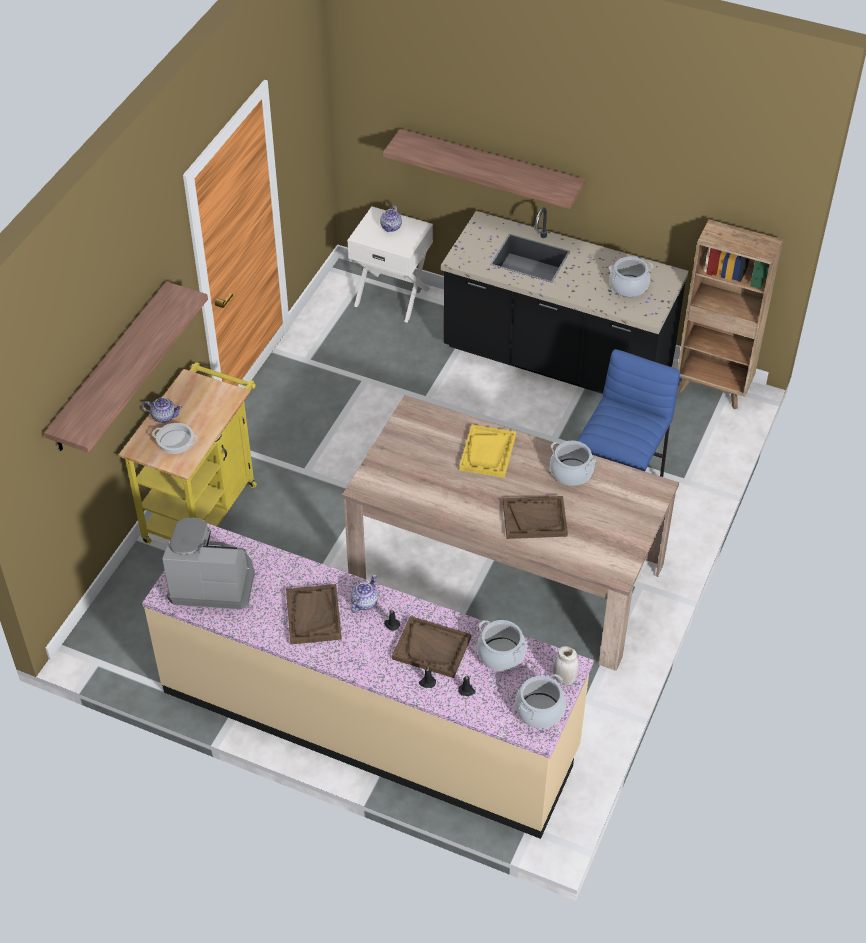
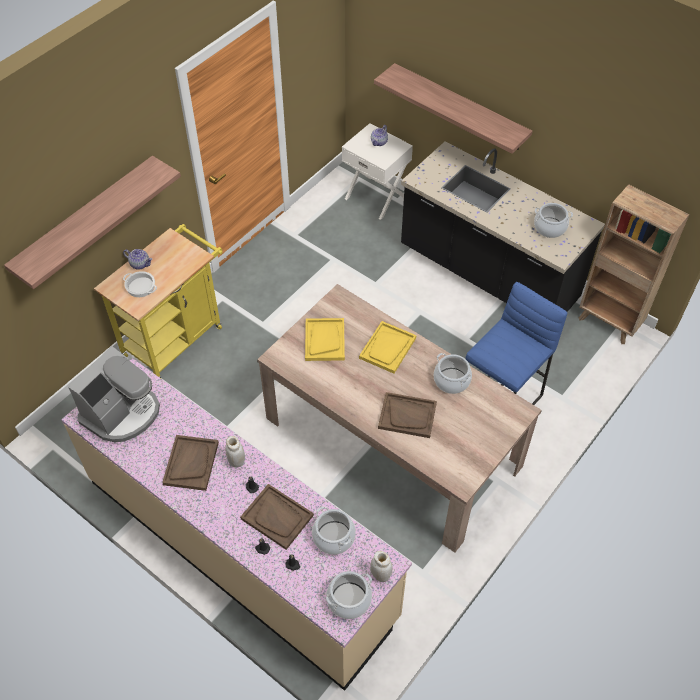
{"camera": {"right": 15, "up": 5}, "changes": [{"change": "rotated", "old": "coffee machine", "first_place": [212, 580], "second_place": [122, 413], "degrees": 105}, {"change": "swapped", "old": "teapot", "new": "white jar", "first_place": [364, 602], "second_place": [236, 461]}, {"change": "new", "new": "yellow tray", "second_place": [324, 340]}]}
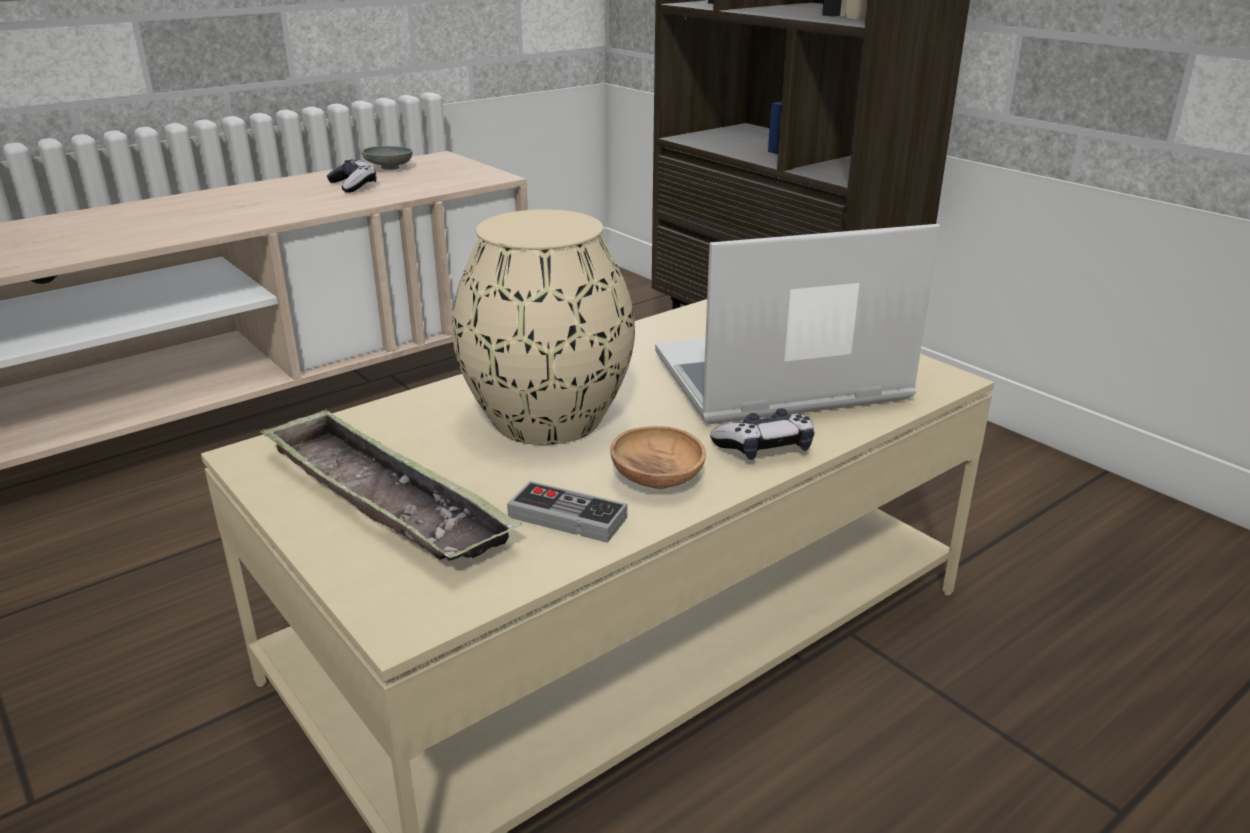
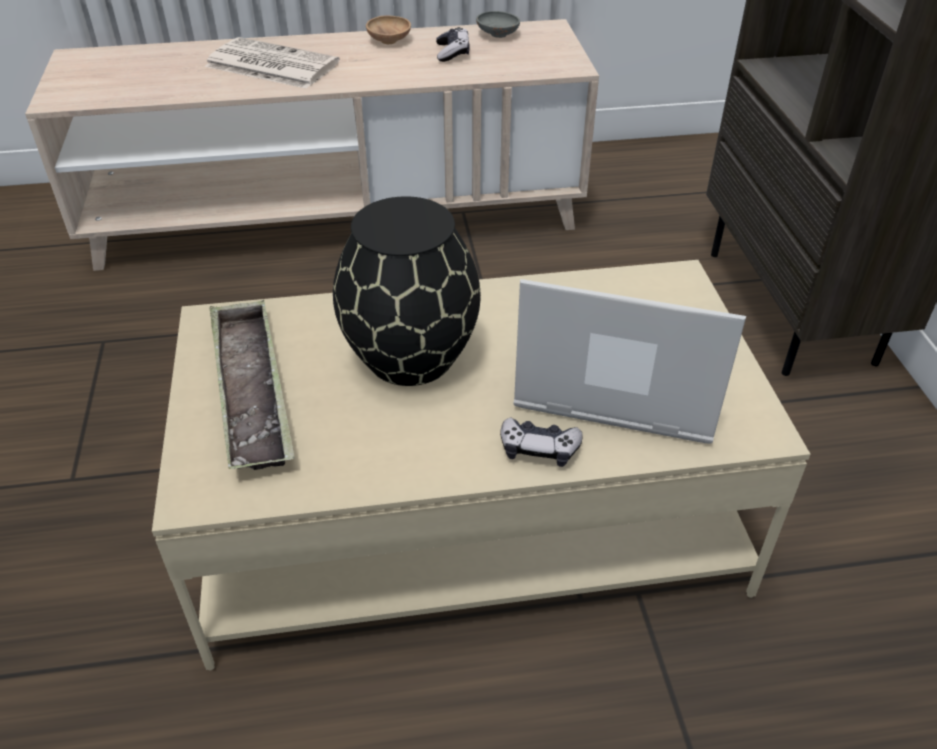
{"camera": {"right": 30, "up": 15}, "changes": [{"change": "new", "new": "newspaper", "second_place": [270, 65]}, {"change": "repainted", "old": "beige vase", "new": "black vase", "first_place": [547, 420], "second_place": [409, 358]}, {"change": "shifted", "old": "brown bowl", "first_place": [657, 479], "second_place": [389, 40]}, {"change": "gone", "old": "game controller", "first_place": [567, 517]}]}
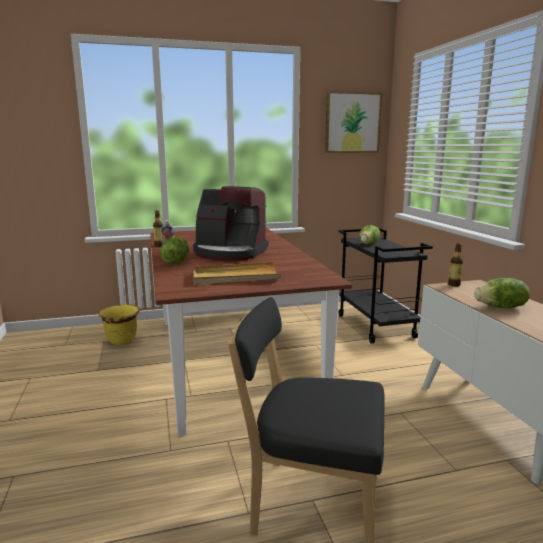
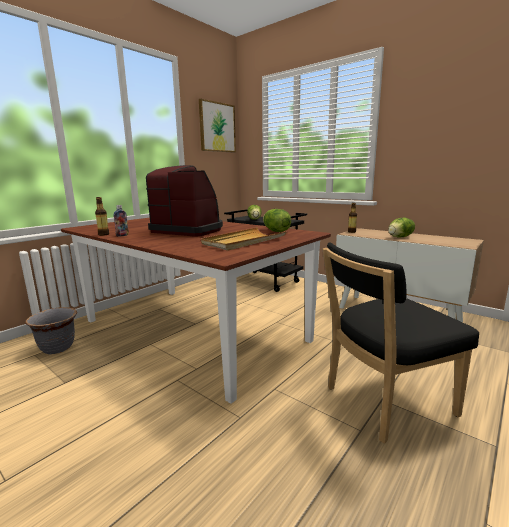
{"camera": {"right": -35, "up": 0}, "changes": [{"change": "repainted", "old": "yellow planter", "new": "grey planter", "first_place": [122, 340], "second_place": [58, 348]}, {"change": "rotated", "old": "coffee machine", "first_place": [230, 253], "second_place": [189, 230], "degrees": -135}, {"change": "shifted", "old": "lettuce", "first_place": [175, 262], "second_place": [275, 231]}]}
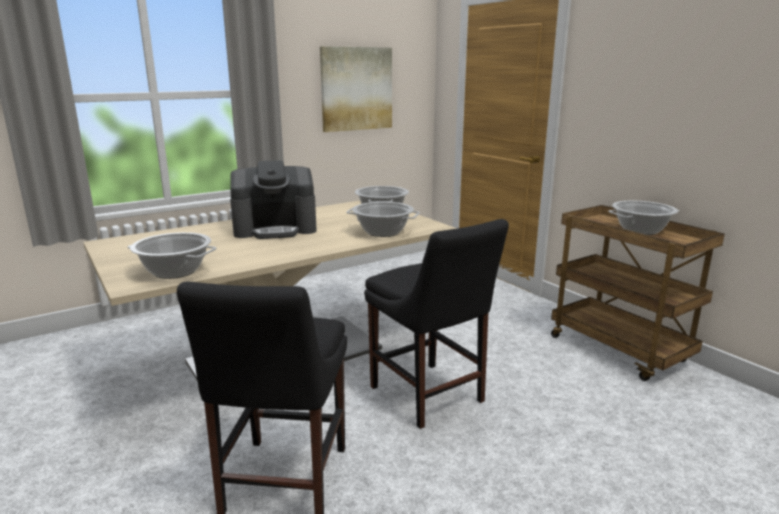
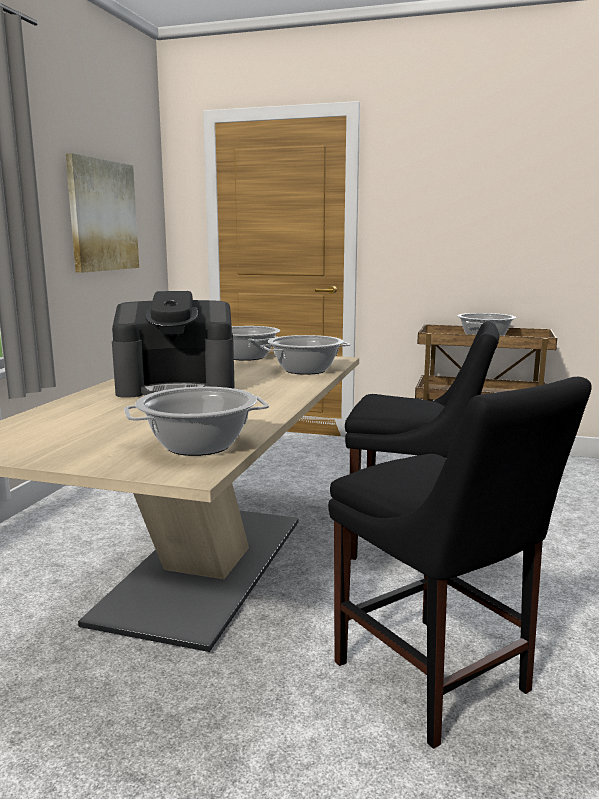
{"camera": {"right": -40, "up": -5}, "changes": [{"change": "rotated", "old": "coffee machine", "first_place": [275, 229], "second_place": [177, 387], "degrees": 45}]}
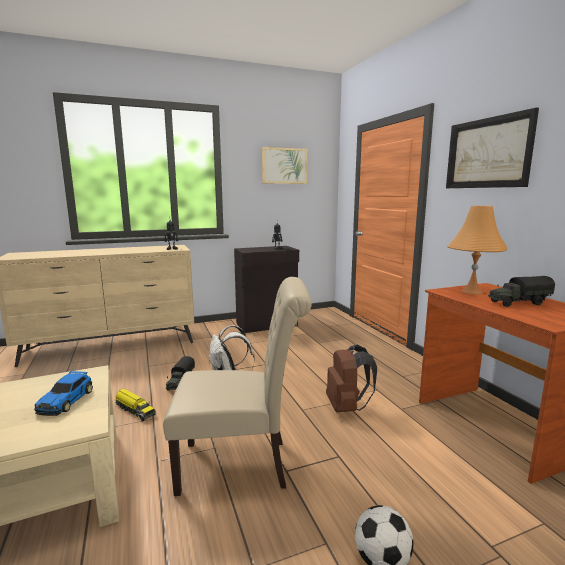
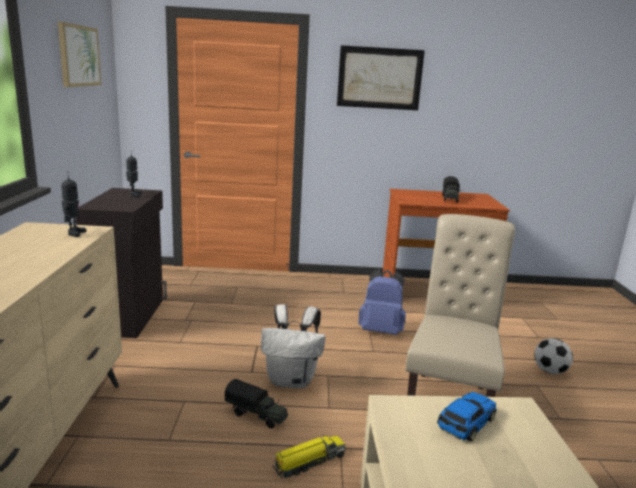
{"camera": {"right": -70, "up": 5}, "changes": [{"change": "repainted", "old": "brown backpack", "new": "blue backpack", "first_place": [347, 407], "second_place": [381, 330]}, {"change": "rotated", "old": "toy car", "first_place": [67, 400], "second_place": [465, 423], "degrees": -75}, {"change": "gone", "old": "orange table lamp", "first_place": [471, 291]}]}
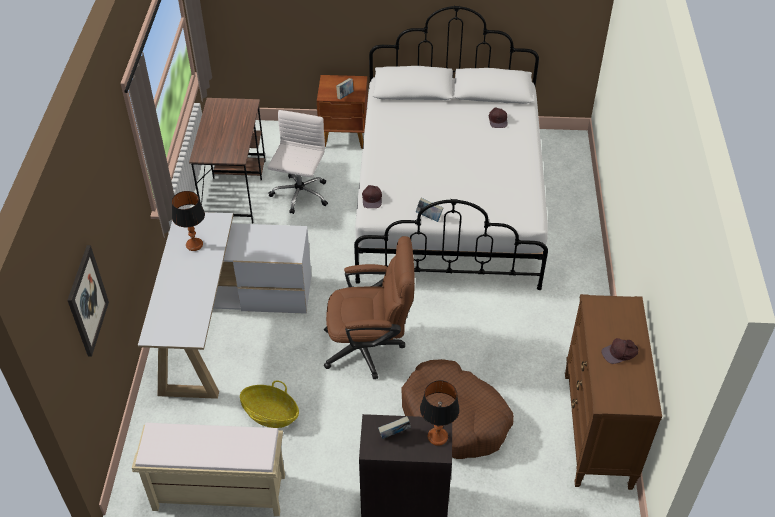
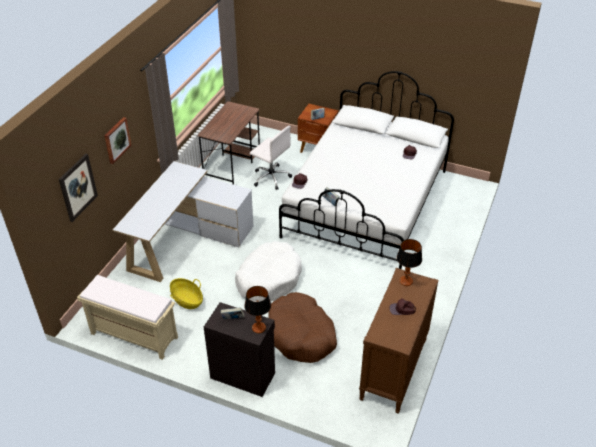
{"camera": {"right": 20, "up": -5}, "changes": [{"change": "new", "new": "picture", "second_place": [116, 140]}, {"change": "swapped", "old": "brown office chair", "new": "white dog bed", "first_place": [370, 348], "second_place": [269, 278]}, {"change": "rotated", "old": "white office chair", "first_place": [299, 195], "second_place": [271, 177], "degrees": 90}, {"change": "shifted", "old": "table lamp", "first_place": [194, 244], "second_place": [406, 281]}]}
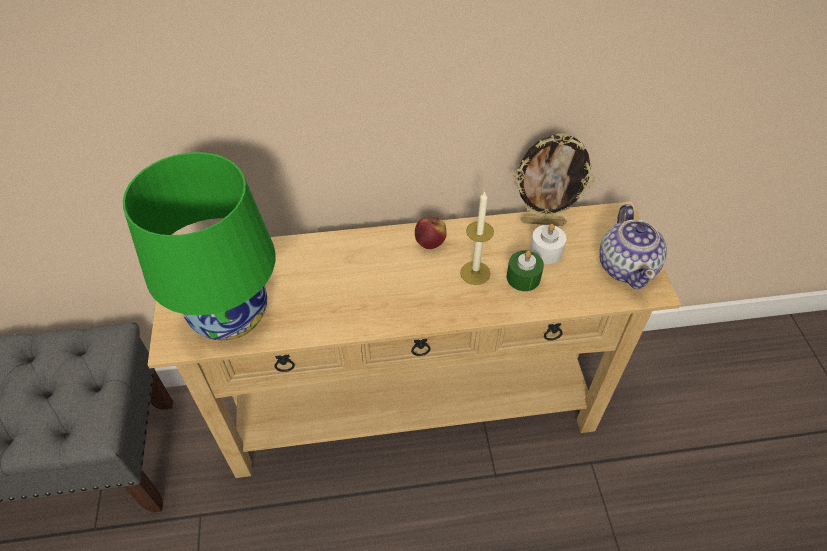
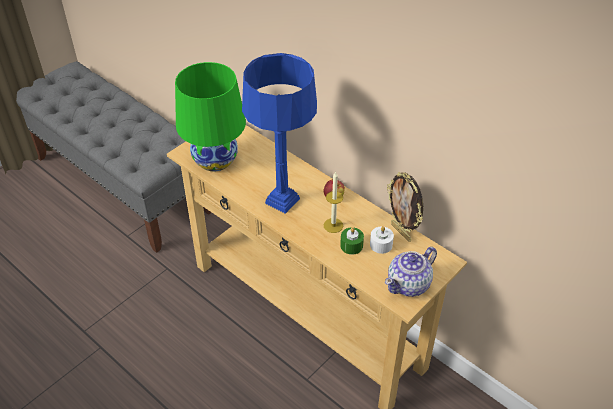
{"camera": {"right": 50, "up": -5}, "changes": [{"change": "new", "new": "blue table lamp", "second_place": [282, 200]}]}
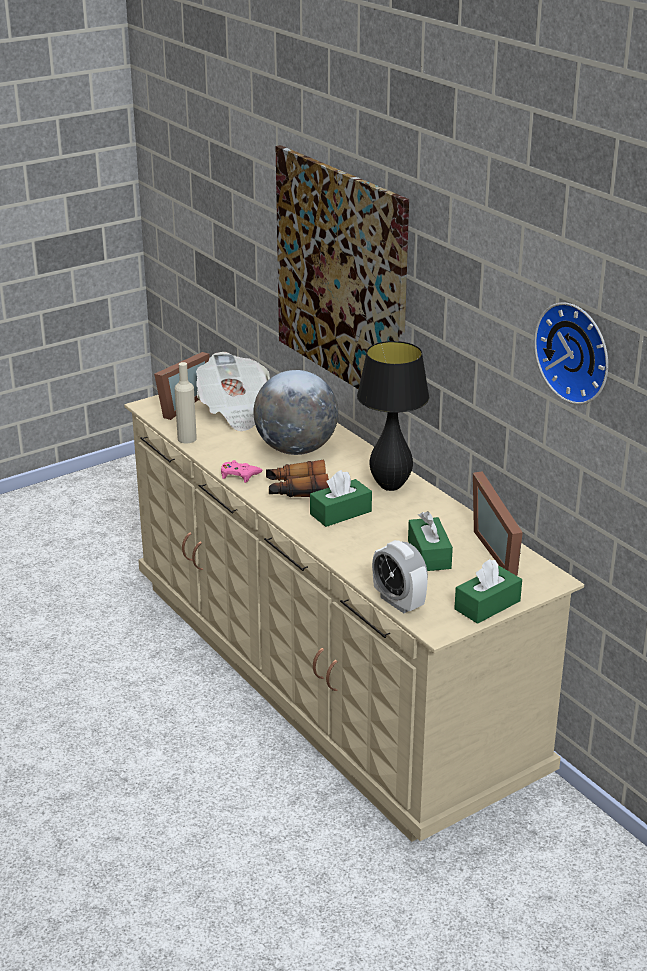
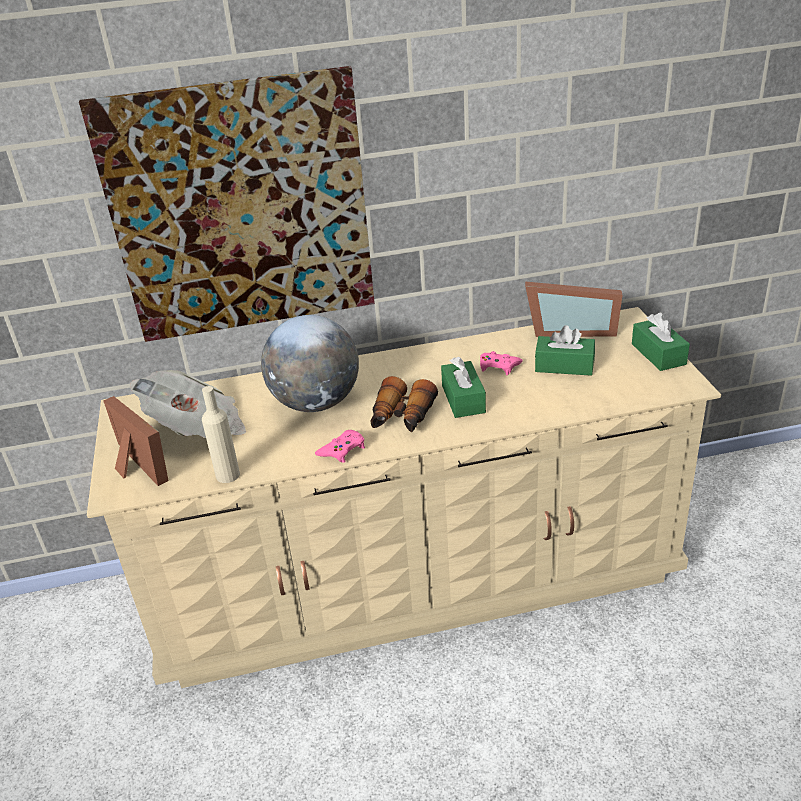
{"camera": {"right": -65, "up": 5}, "changes": [{"change": "new", "new": "pink game controller", "second_place": [498, 366]}, {"change": "gone", "old": "black table lamp", "first_place": [390, 486]}, {"change": "gone", "old": "alarm clock", "first_place": [398, 602]}, {"change": "gone", "old": "wall clock", "first_place": [576, 351]}]}
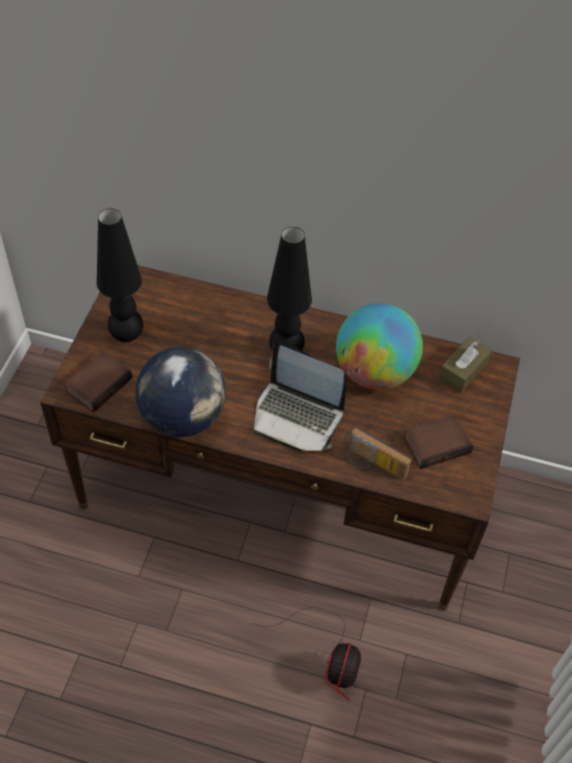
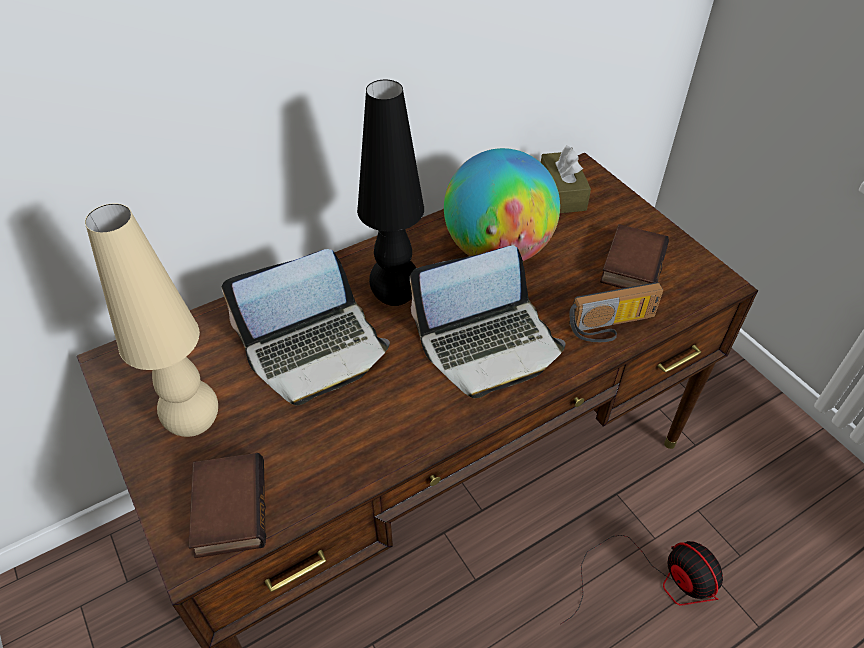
{"camera": {"right": -45, "up": -5}, "changes": [{"change": "repainted", "old": "black table lamp", "new": "beige table lamp", "first_place": [126, 335], "second_place": [194, 424]}, {"change": "new", "new": "laptop", "second_place": [315, 350]}, {"change": "gone", "old": "globe", "first_place": [183, 417]}]}
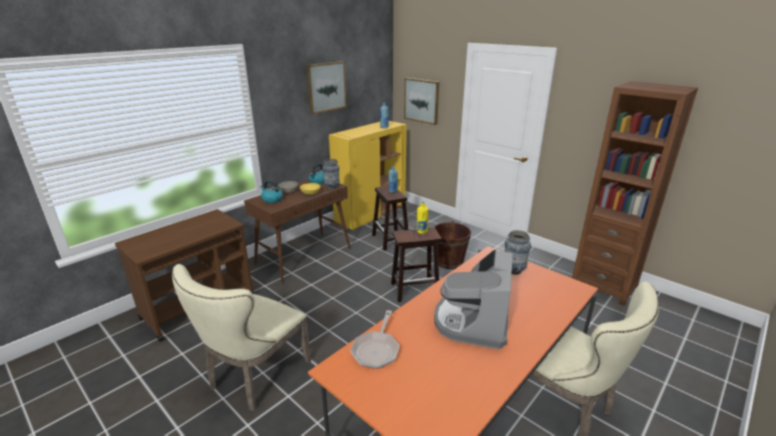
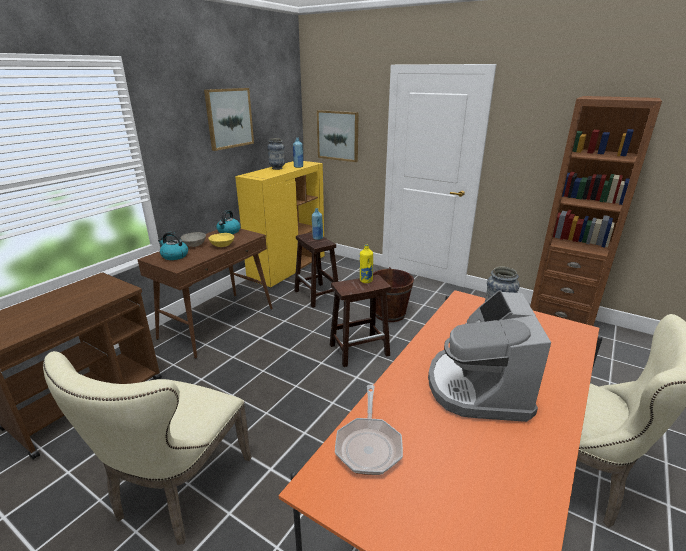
{"camera": {"right": -10, "up": 0}, "changes": [{"change": "shifted", "old": "vase", "first_place": [332, 187], "second_place": [277, 168]}]}
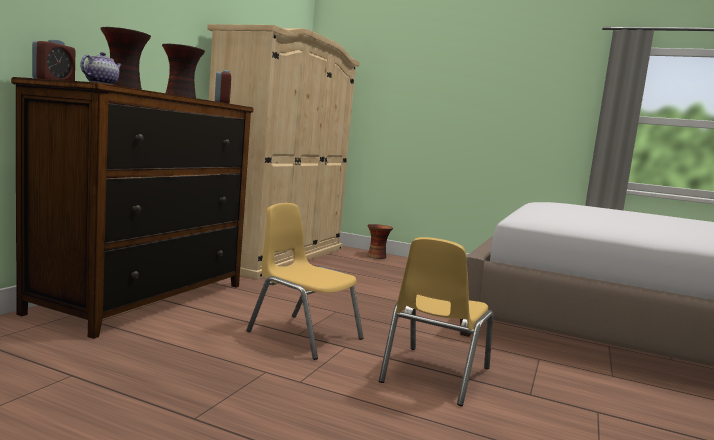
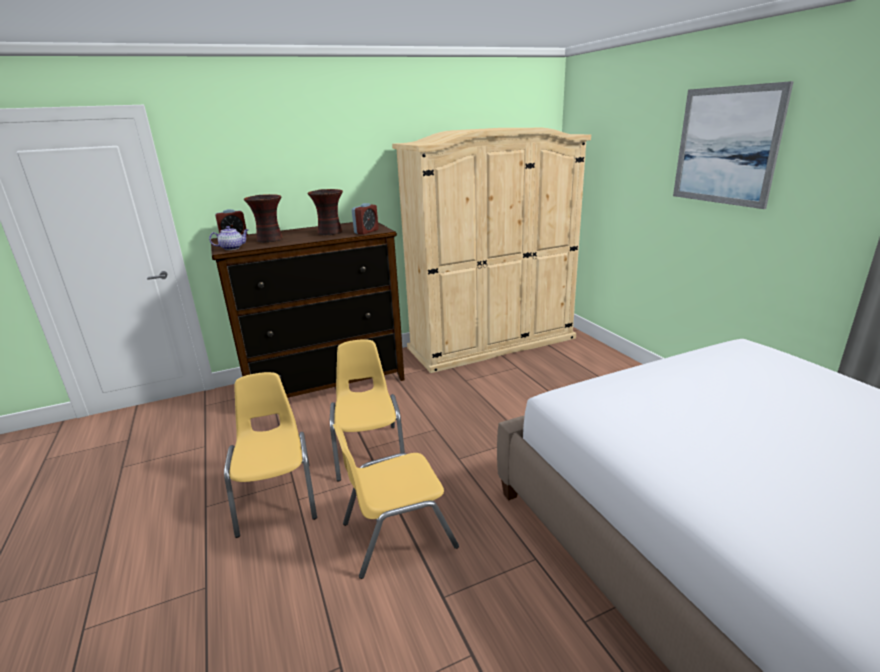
{"camera": {"right": 45, "up": 15}, "changes": [{"change": "new", "new": "yellow chair", "second_place": [277, 497]}, {"change": "new", "new": "picture", "second_place": [726, 146]}, {"change": "gone", "old": "vase", "first_place": [377, 256]}]}
